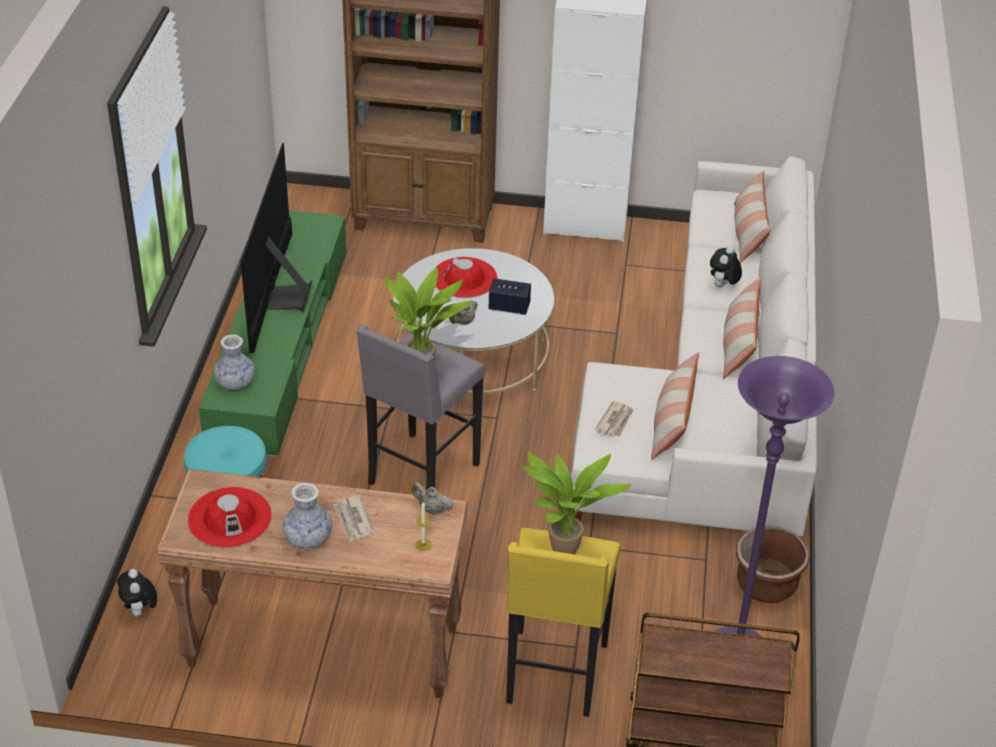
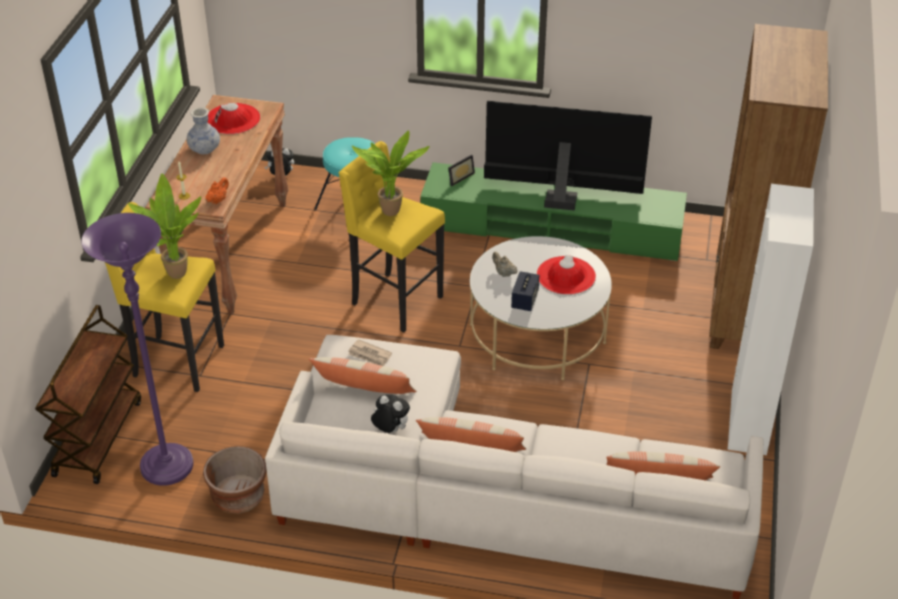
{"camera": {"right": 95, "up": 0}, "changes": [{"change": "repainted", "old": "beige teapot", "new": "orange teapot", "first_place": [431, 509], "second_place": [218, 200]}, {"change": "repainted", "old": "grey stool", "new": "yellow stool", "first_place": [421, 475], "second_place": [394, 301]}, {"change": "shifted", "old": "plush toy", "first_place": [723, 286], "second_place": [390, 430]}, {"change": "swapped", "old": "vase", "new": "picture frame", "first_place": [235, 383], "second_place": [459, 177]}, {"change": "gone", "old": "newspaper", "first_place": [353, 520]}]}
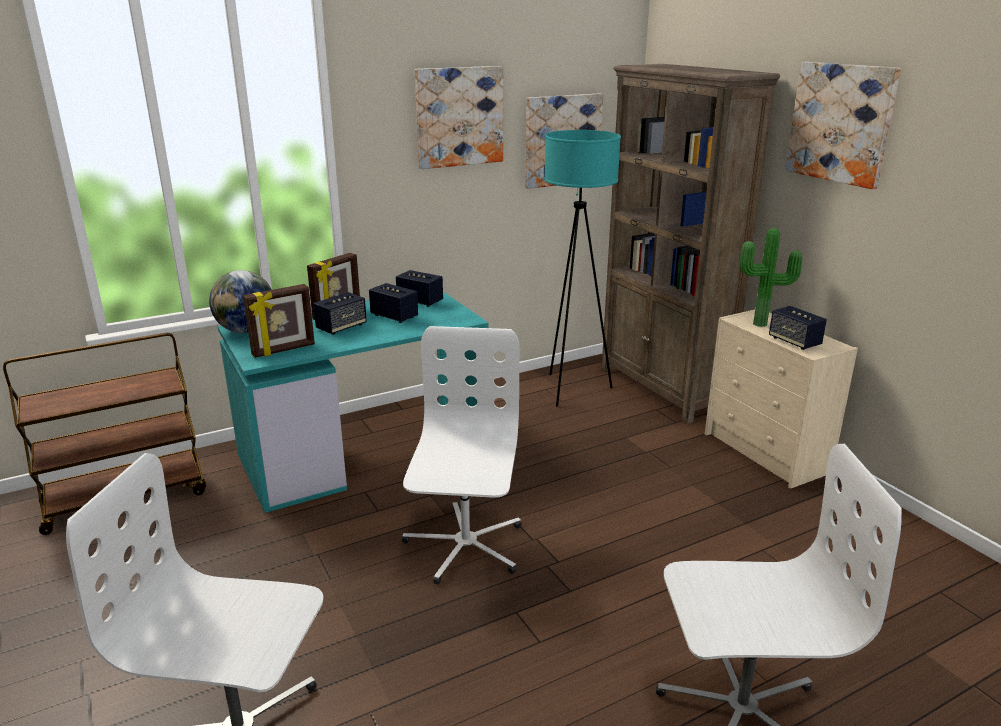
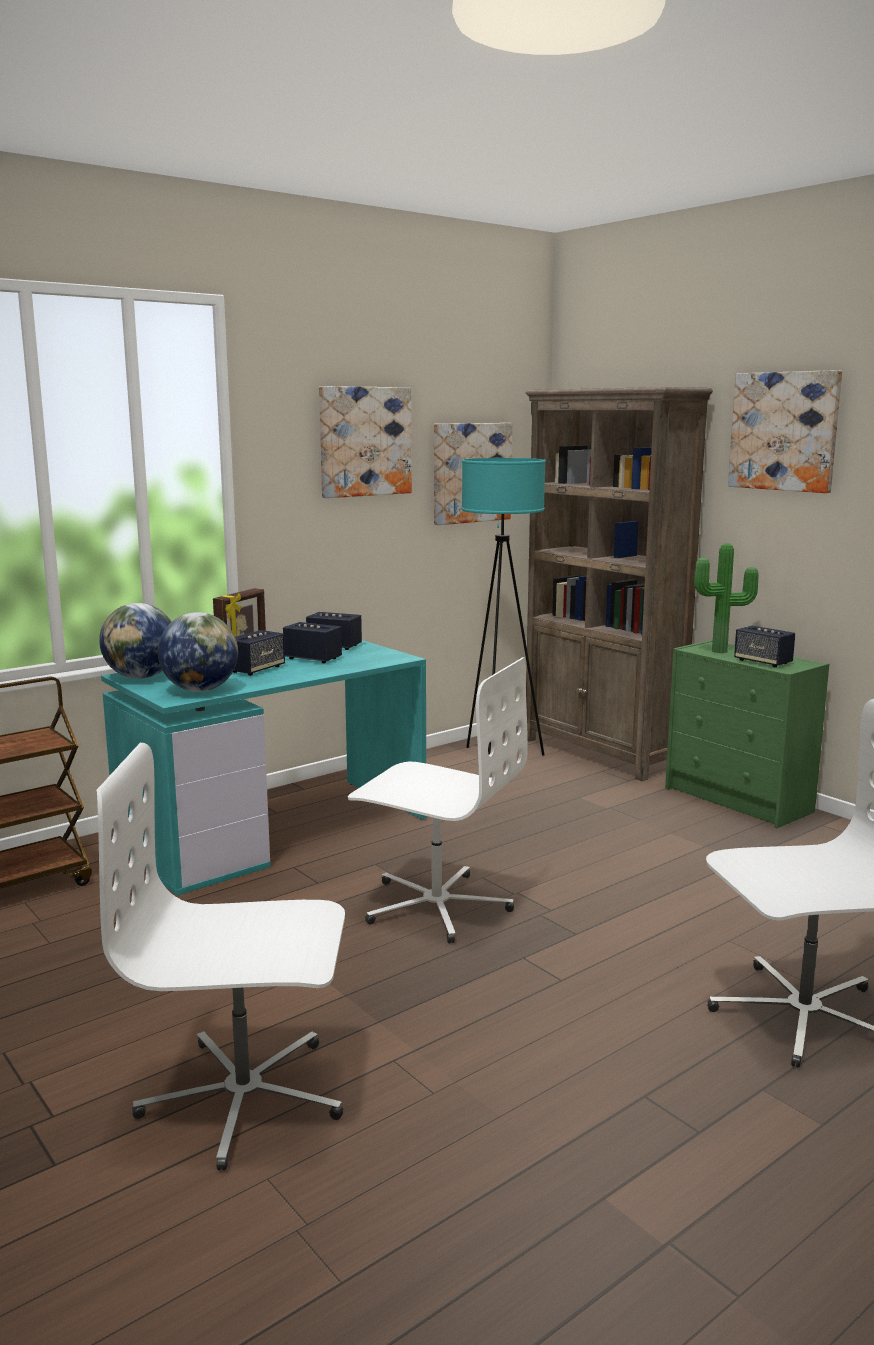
{"camera": {"right": -10, "up": -10}, "changes": [{"change": "swapped", "old": "picture frame", "new": "globe", "first_place": [284, 350], "second_place": [200, 690]}, {"change": "rotated", "old": "white office chair", "first_place": [464, 546], "second_place": [436, 905], "degrees": 120}, {"change": "repainted", "old": "beige dresser", "new": "green dresser", "first_place": [766, 453], "second_place": [739, 800]}]}
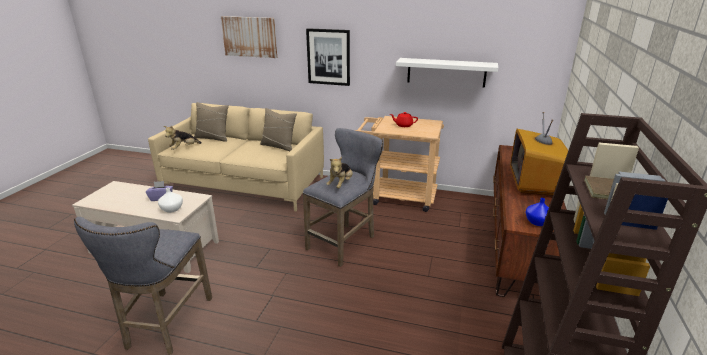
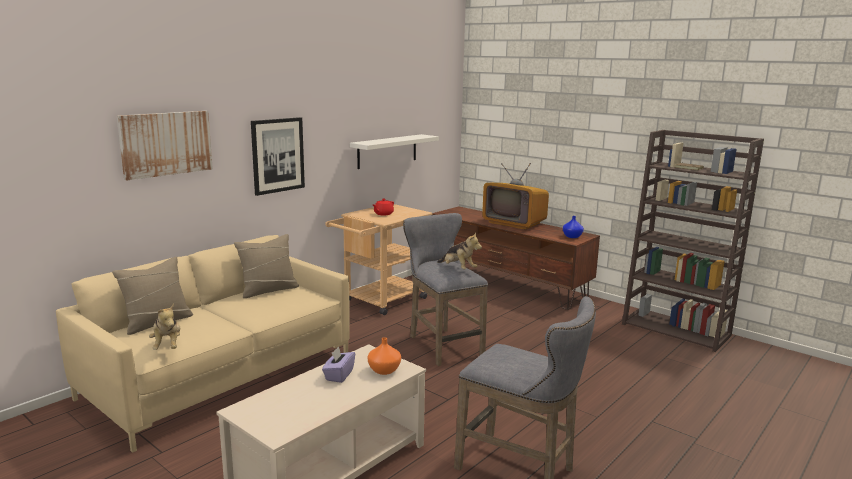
{"camera": {"right": -65, "up": -10}, "changes": [{"change": "repainted", "old": "white vase", "new": "orange vase", "first_place": [172, 209], "second_place": [385, 370]}]}
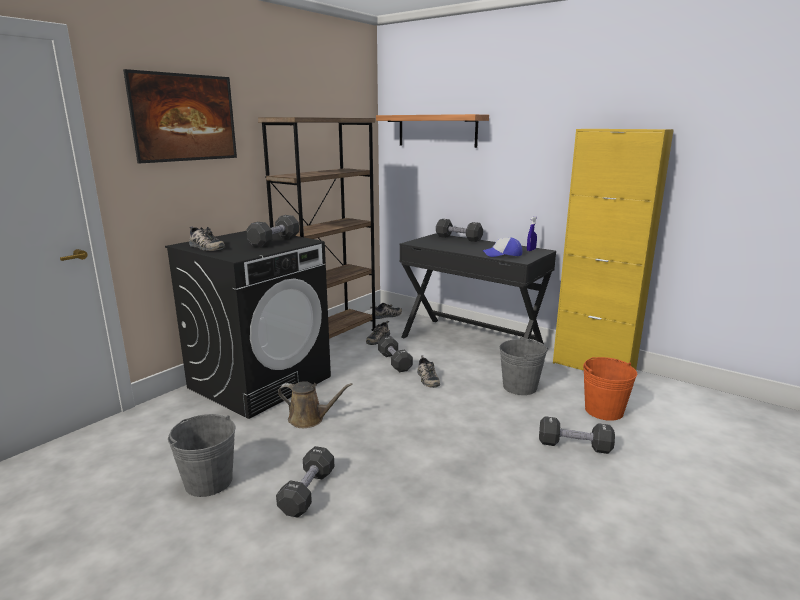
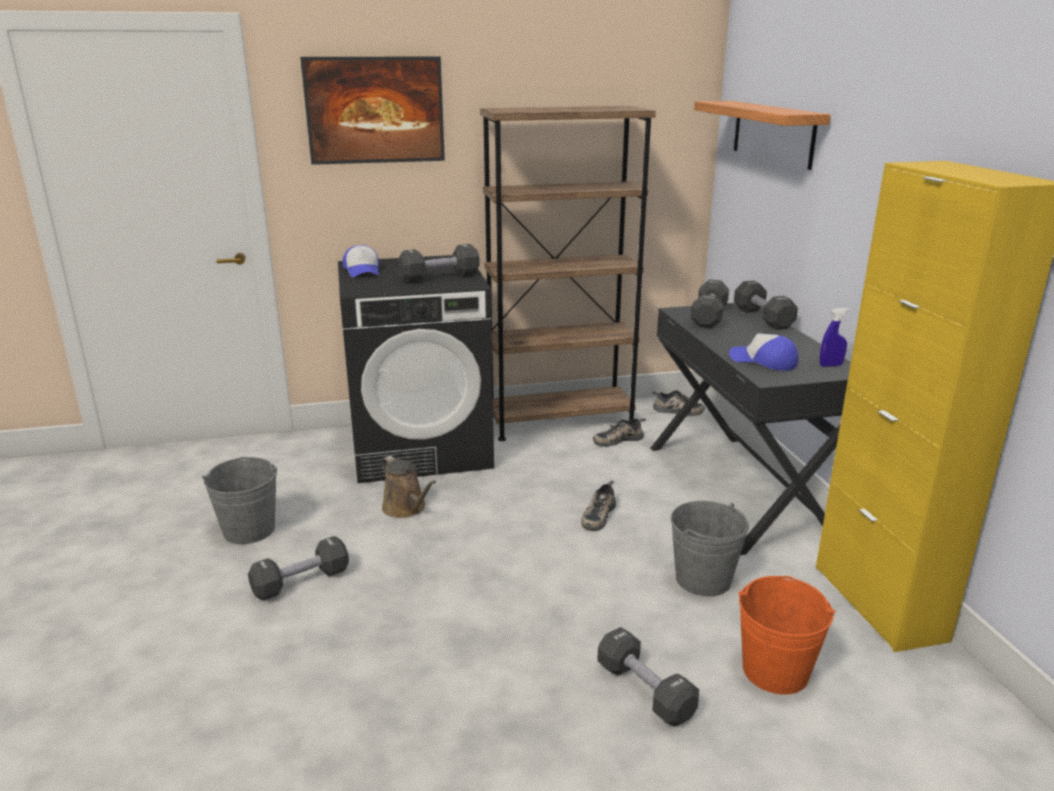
{"camera": {"right": 40, "up": 5}, "changes": [{"change": "swapped", "old": "shoe", "new": "cap", "first_place": [205, 247], "second_place": [363, 271]}, {"change": "shifted", "old": "black dumbbell", "first_place": [394, 362], "second_place": [709, 317]}]}
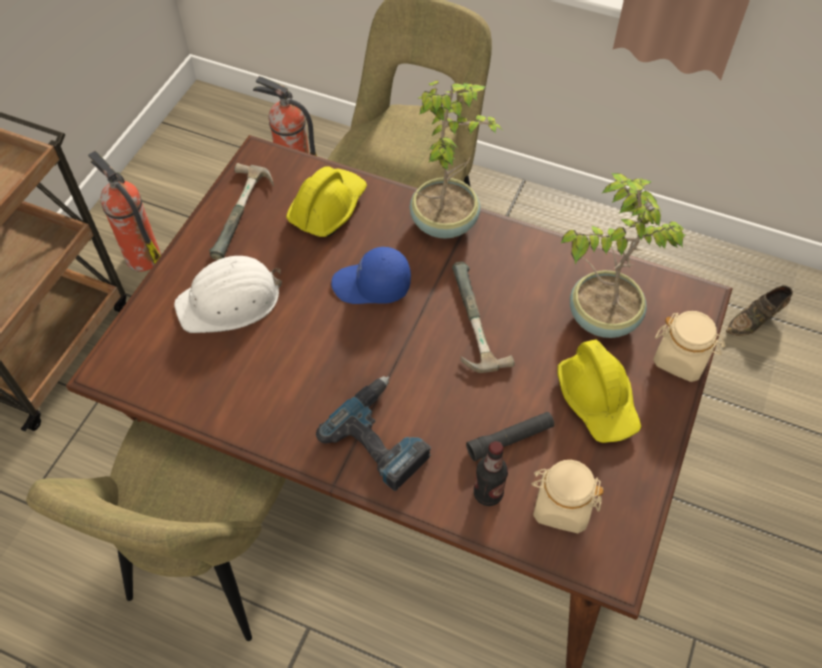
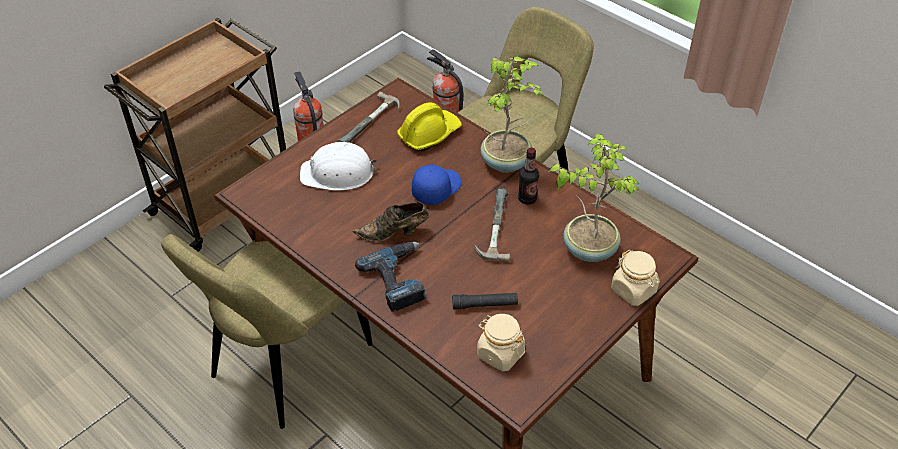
{"camera": {"right": 20, "up": -10}, "changes": [{"change": "shifted", "old": "brown shoe", "first_place": [755, 320], "second_place": [394, 233]}, {"change": "rotated", "old": "blue cap", "first_place": [371, 286], "second_place": [436, 188], "degrees": 105}, {"change": "shifted", "old": "bottle", "first_place": [488, 493], "second_place": [527, 199]}, {"change": "gone", "old": "yellow hard hat", "first_place": [597, 400]}]}
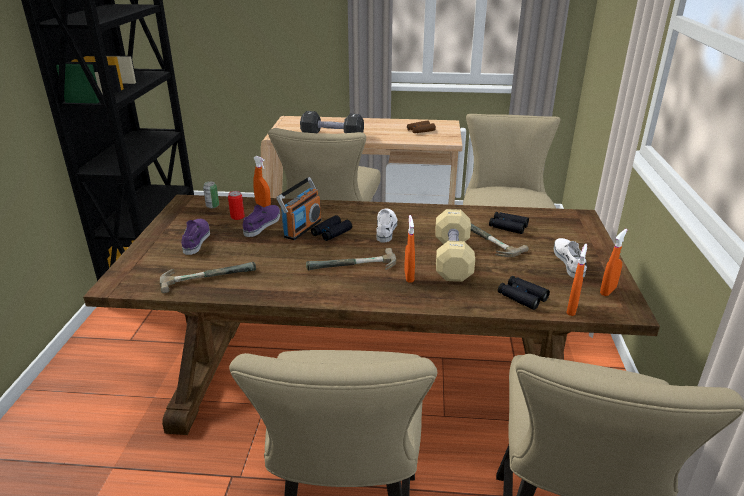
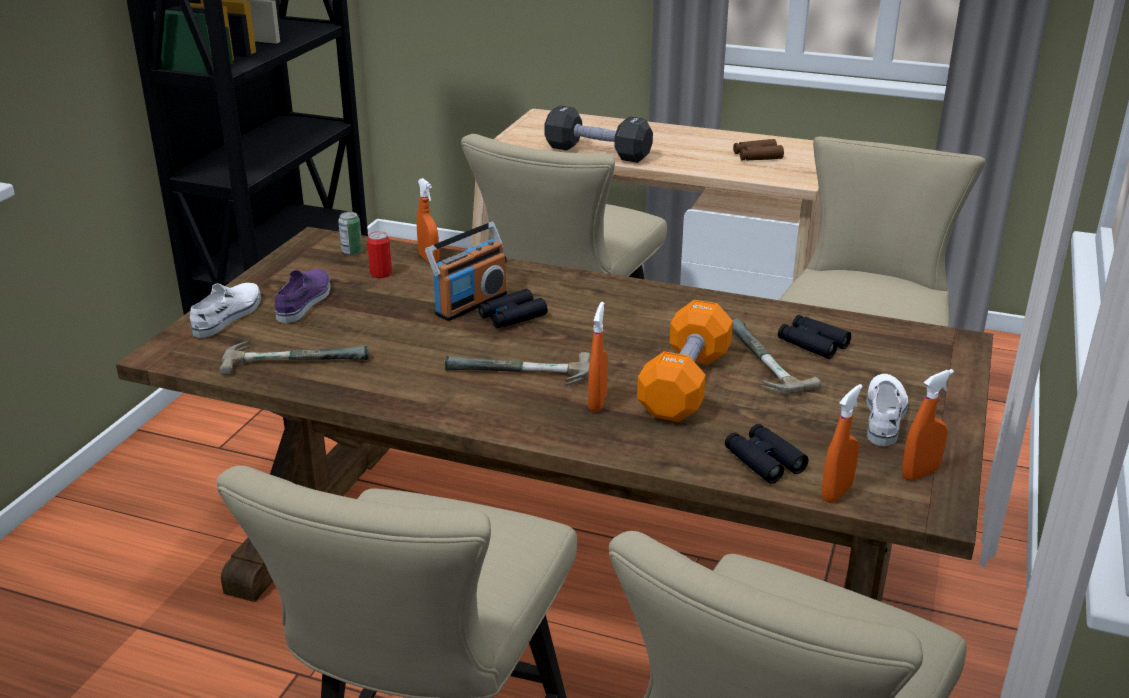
{"camera": {"right": 15, "up": 0}, "changes": [{"change": "shifted", "old": "white shoe", "first_place": [386, 228], "second_place": [228, 315]}, {"change": "repainted", "old": "beige dumbbell", "new": "orange dumbbell", "first_place": [452, 259], "second_place": [685, 384]}, {"change": "gone", "old": "purple shoe", "first_place": [263, 224]}]}
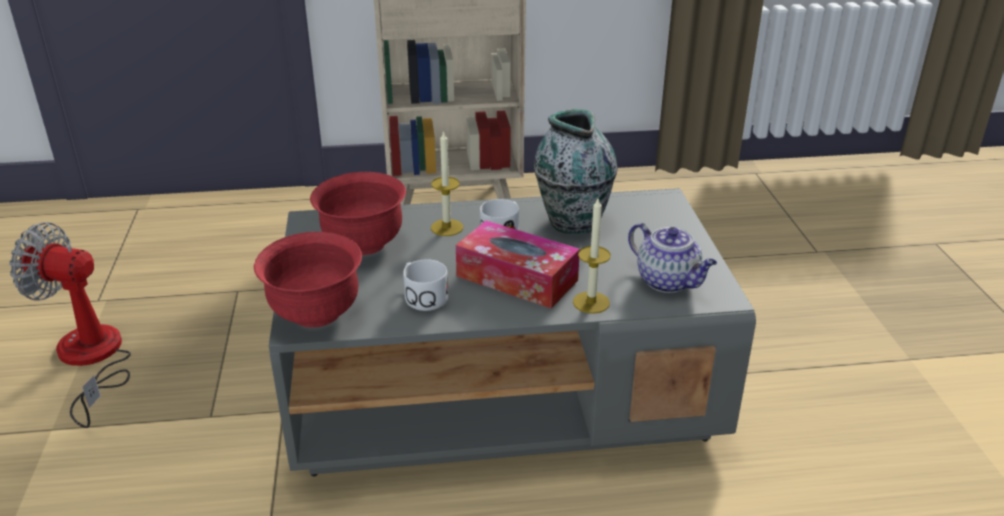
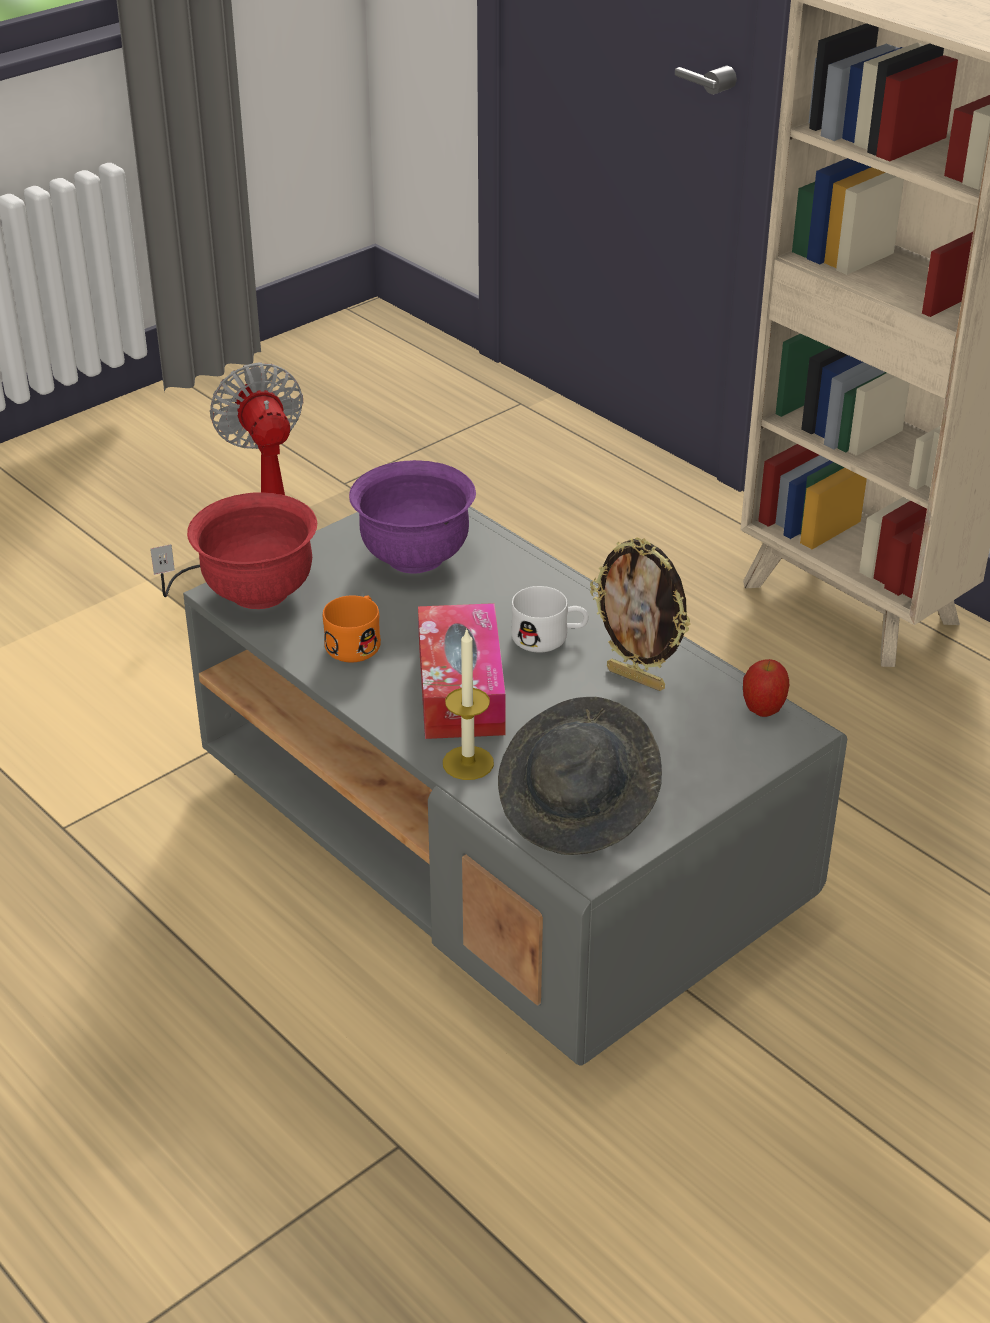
{"camera": {"right": 55, "up": 5}, "changes": [{"change": "repainted", "old": "white mug", "new": "orange mug", "first_place": [422, 296], "second_place": [356, 642]}, {"change": "repainted", "old": "red bowl", "new": "purple bowl", "first_place": [363, 244], "second_place": [414, 557]}, {"change": "swapped", "old": "teapot", "new": "grey hat", "first_place": [669, 281], "second_place": [579, 807]}, {"change": "swapped", "old": "vase", "new": "picture frame", "first_place": [572, 221], "second_place": [637, 678]}, {"change": "new", "new": "apple", "second_place": [763, 711]}, {"change": "gone", "old": "candle", "first_place": [447, 227]}]}
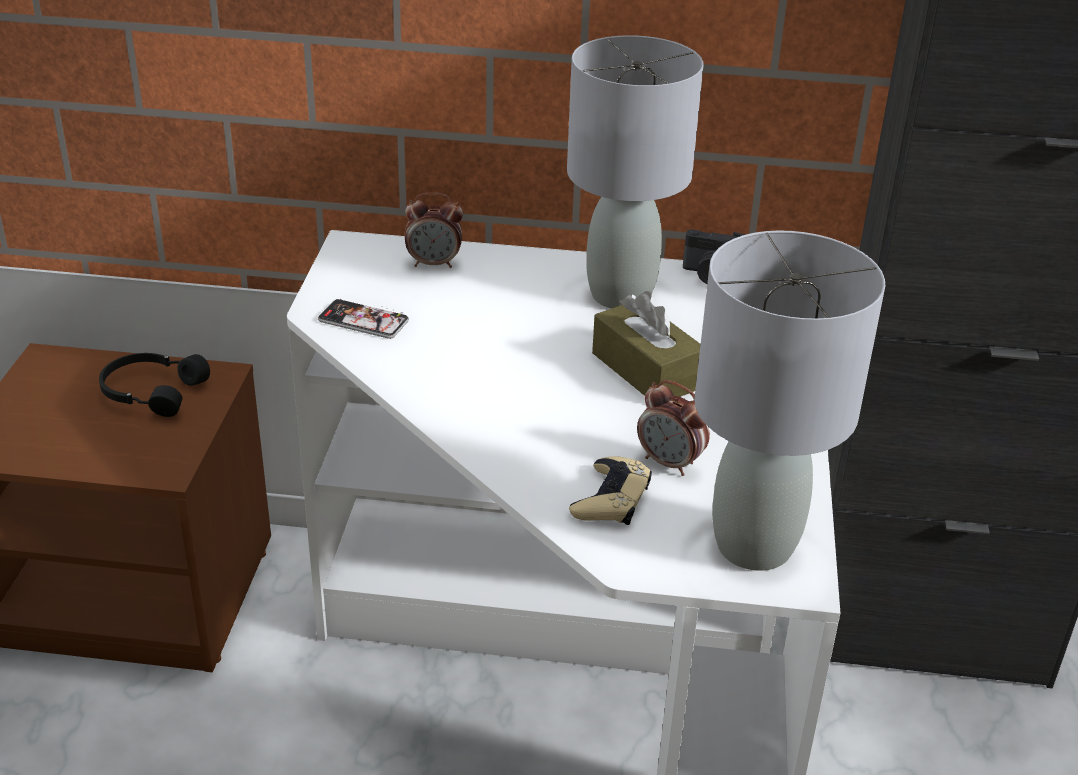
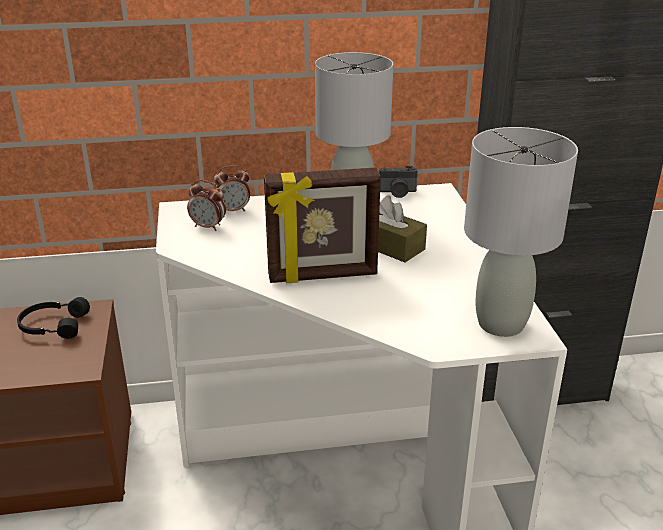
{"camera": {"right": -15, "up": -5}, "changes": [{"change": "shifted", "old": "alarm clock", "first_place": [670, 463], "second_place": [208, 227]}, {"change": "new", "new": "picture frame", "second_place": [323, 276]}, {"change": "gone", "old": "phone", "first_place": [363, 320]}, {"change": "gone", "old": "beige game controller", "first_place": [611, 499]}]}
